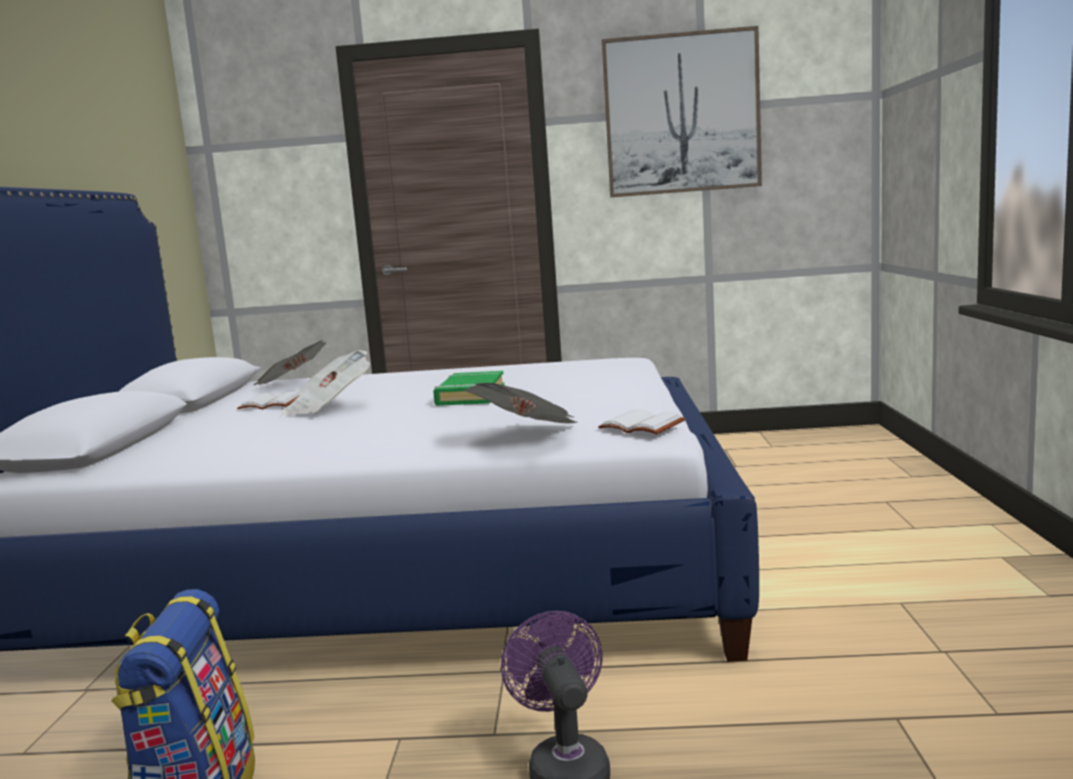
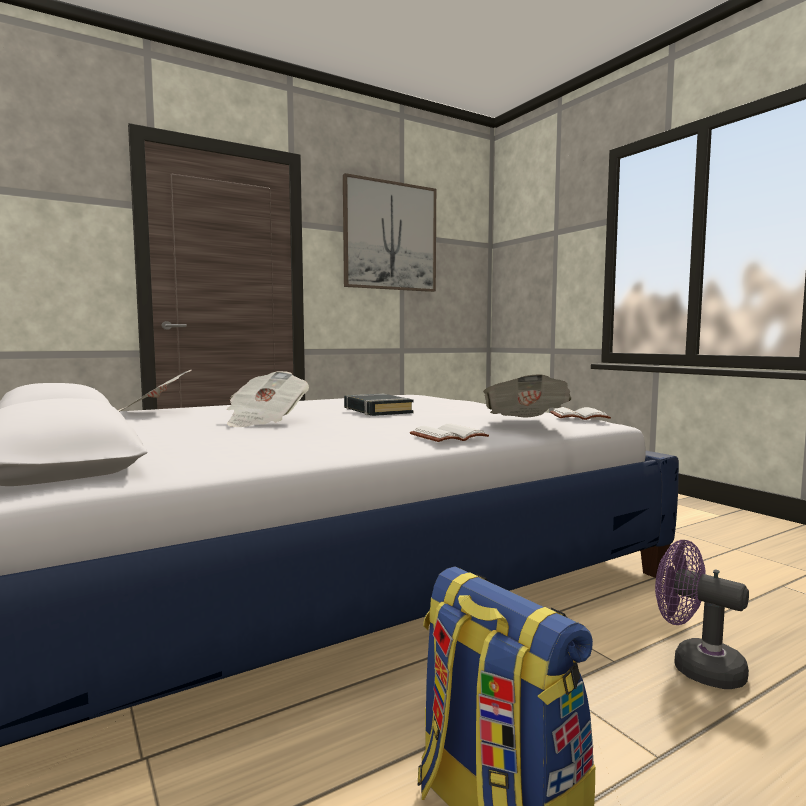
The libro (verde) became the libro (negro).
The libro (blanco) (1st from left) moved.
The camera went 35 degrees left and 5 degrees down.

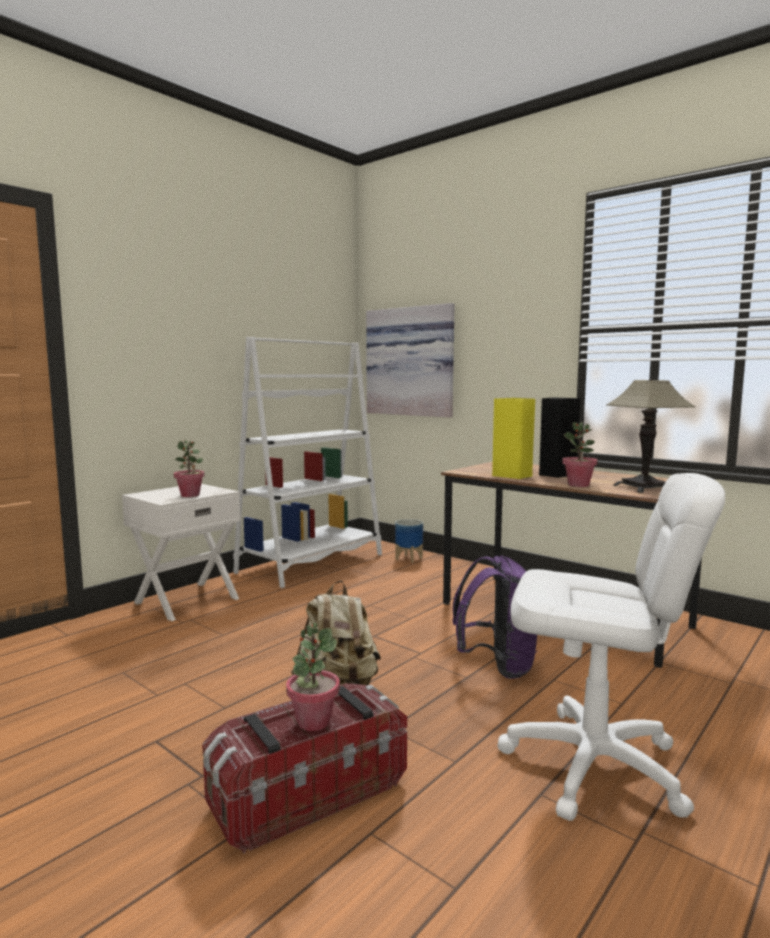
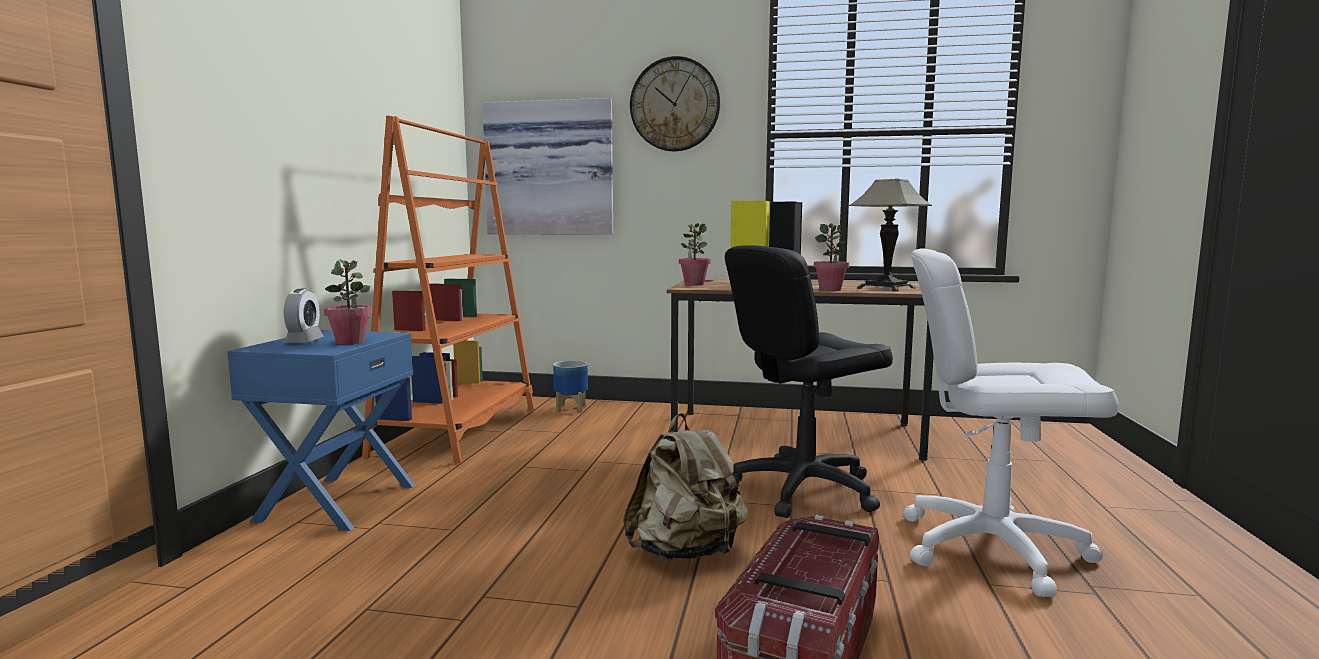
The mesita de noche (blanco) became the mesita de noche (azul).
The despertador appeared.
The estantería (blanco) became the estantería (naranja).
The reloj de pared appeared.
The planta en maceta (2nd from left) moved.
The mochila (morado) was replaced by the silla de oficina (negro).
The silla de oficina (blanco) turned 150 degrees counterclockwise.
The camera went 30 degrees left and 0 degrees up.

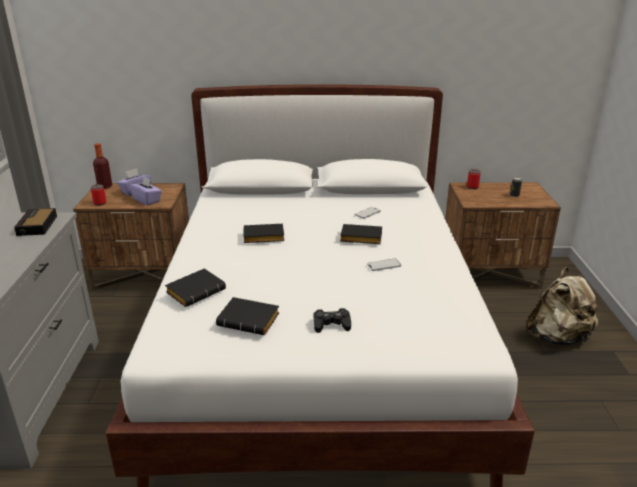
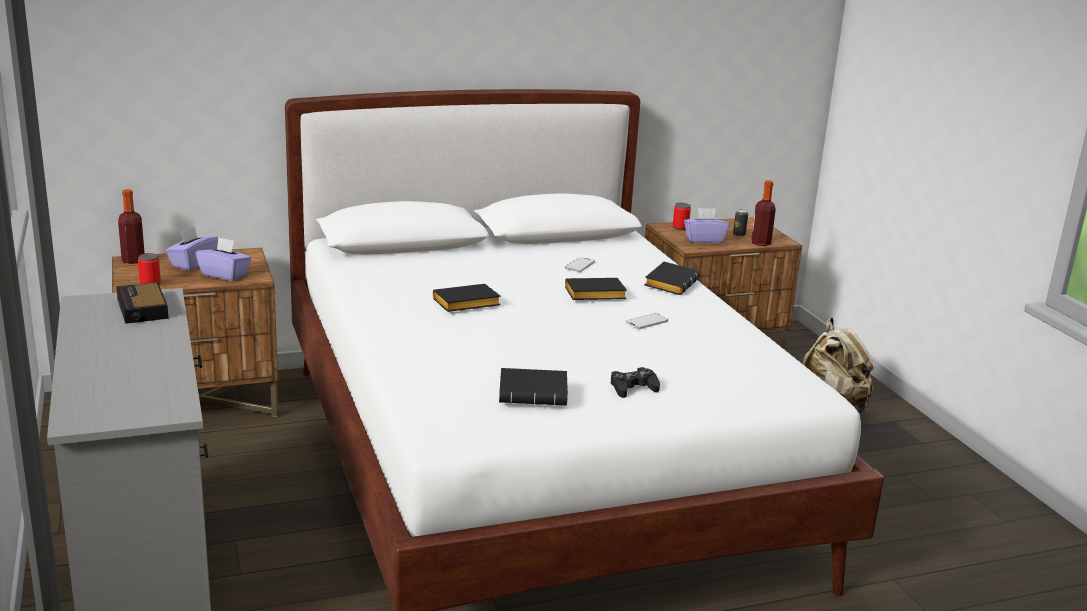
The libro (negro) (1st from left in the first image) moved.
The caja de pañuelos (morado) (3rd from left) appeared.
The botella (2nd from left) appeared.
The camera went 20 degrees left and 5 degrees down.

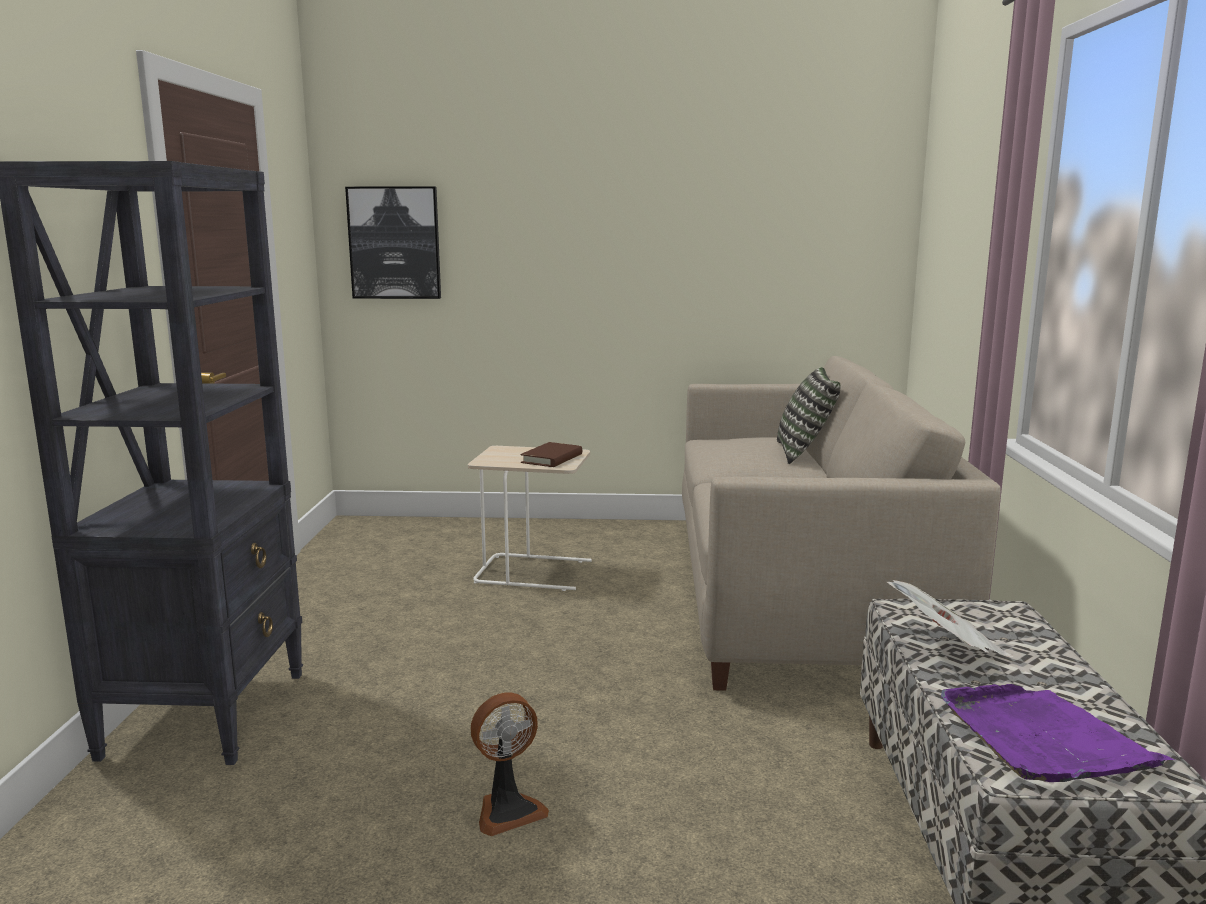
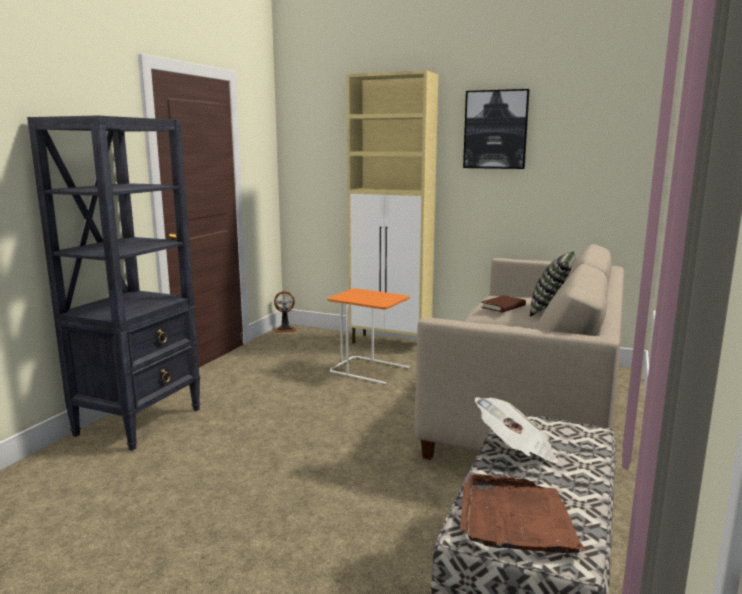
The ventilador moved.
The mesa auxiliar (beis) became the mesa auxiliar (naranja).
The armario (beis) appeared.
The bandeja (morado) became the bandeja (marrón).
The cuadro moved.
The libro (marrón) moved.
The camera went 20 degrees right and 0 degrees up.

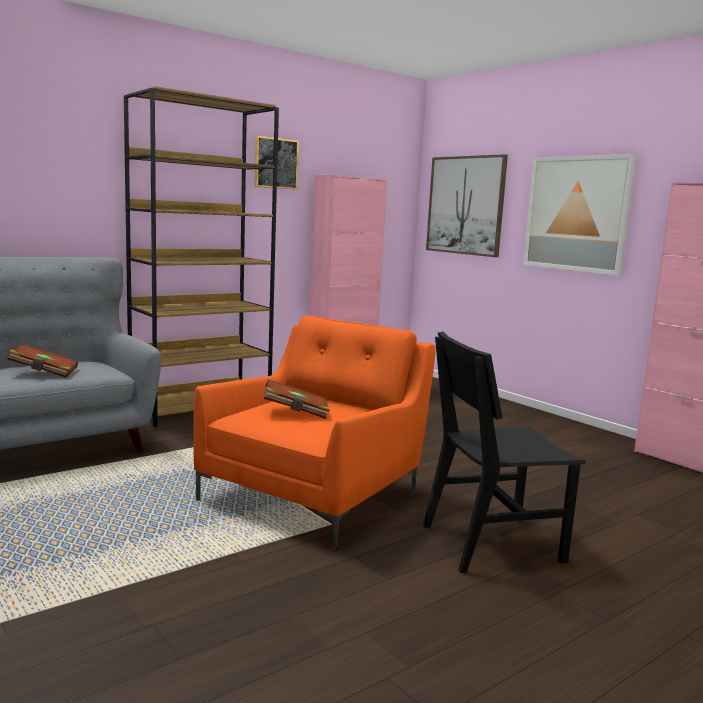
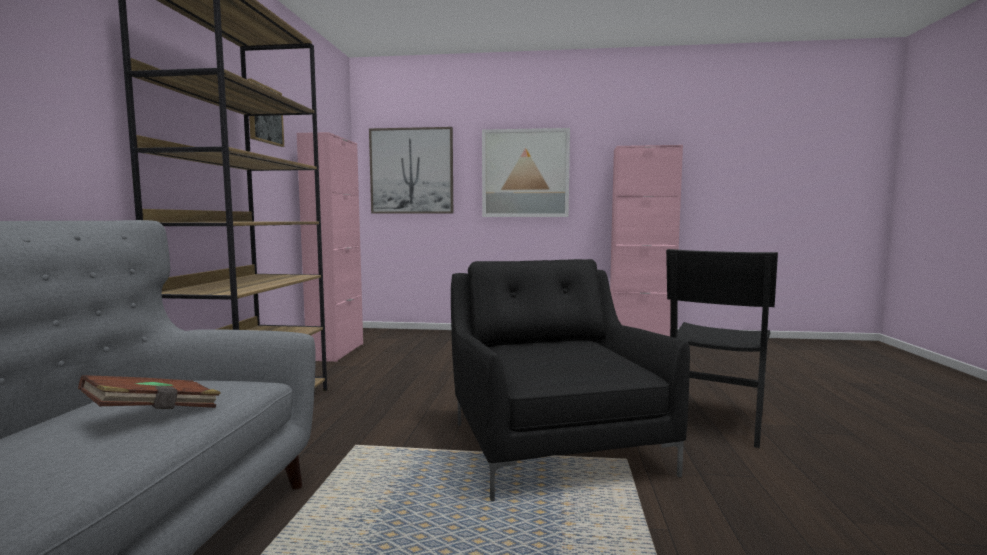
The sillón (naranja) became the sillón (negro).
The libro (marrón) (2nd from left) disappeared.
The camera went 45 degrees left and 5 degrees down.

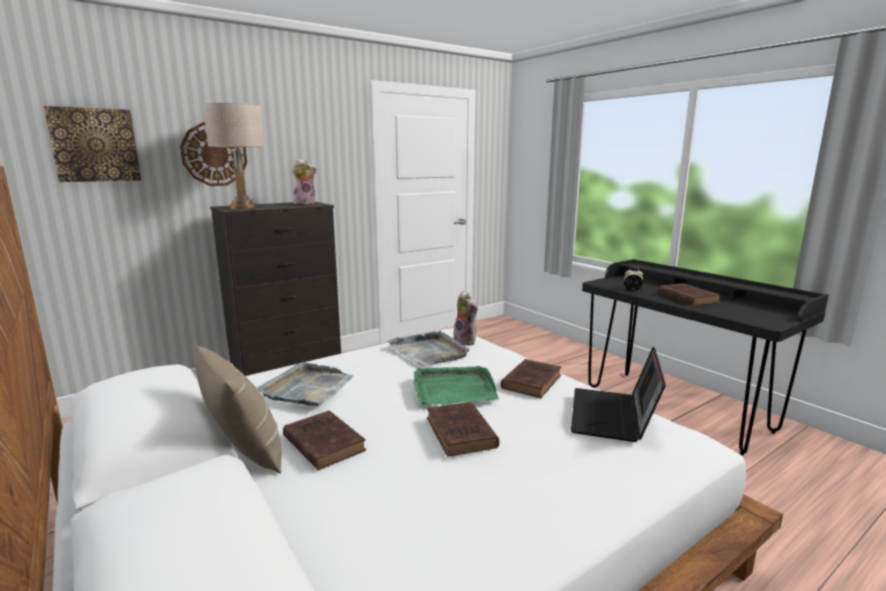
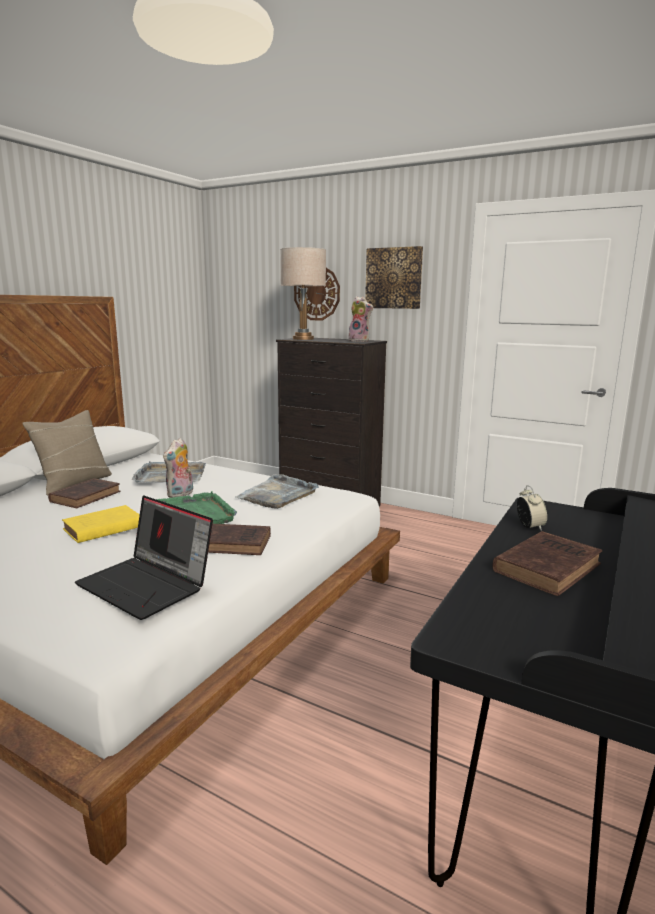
The libro (marrón) (2nd from left) became the libro (amarillo).
The portátil turned 135 degrees counterclockwise.
The peluche (2nd from left in the first image) moved.
The cuadro moved.
The camera went 65 degrees right and 0 degrees up.

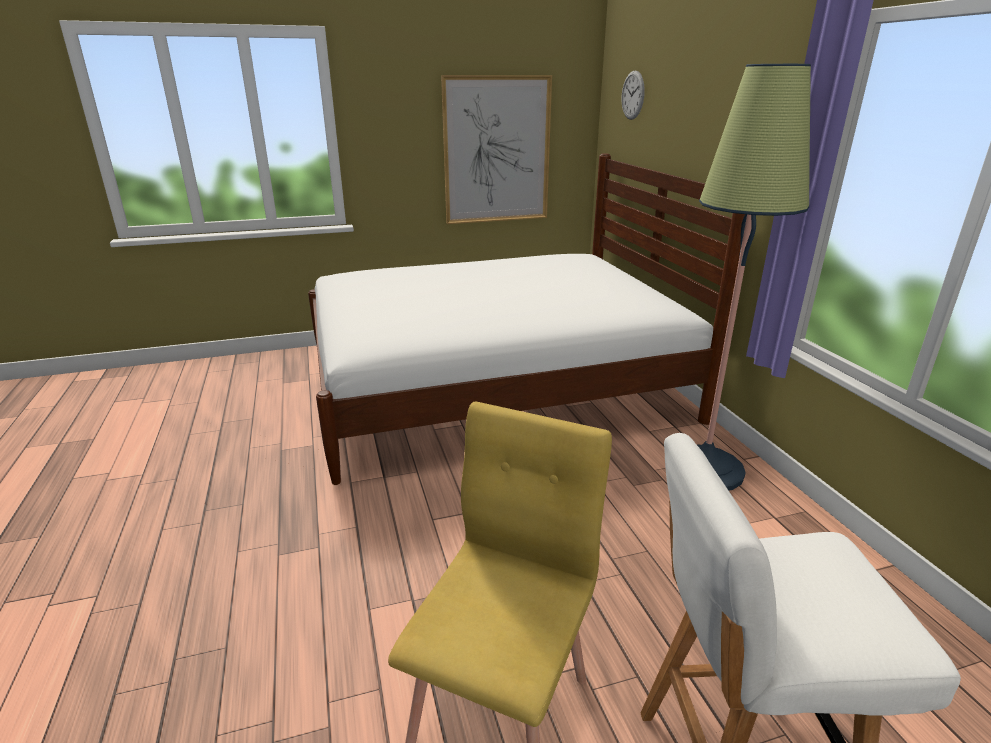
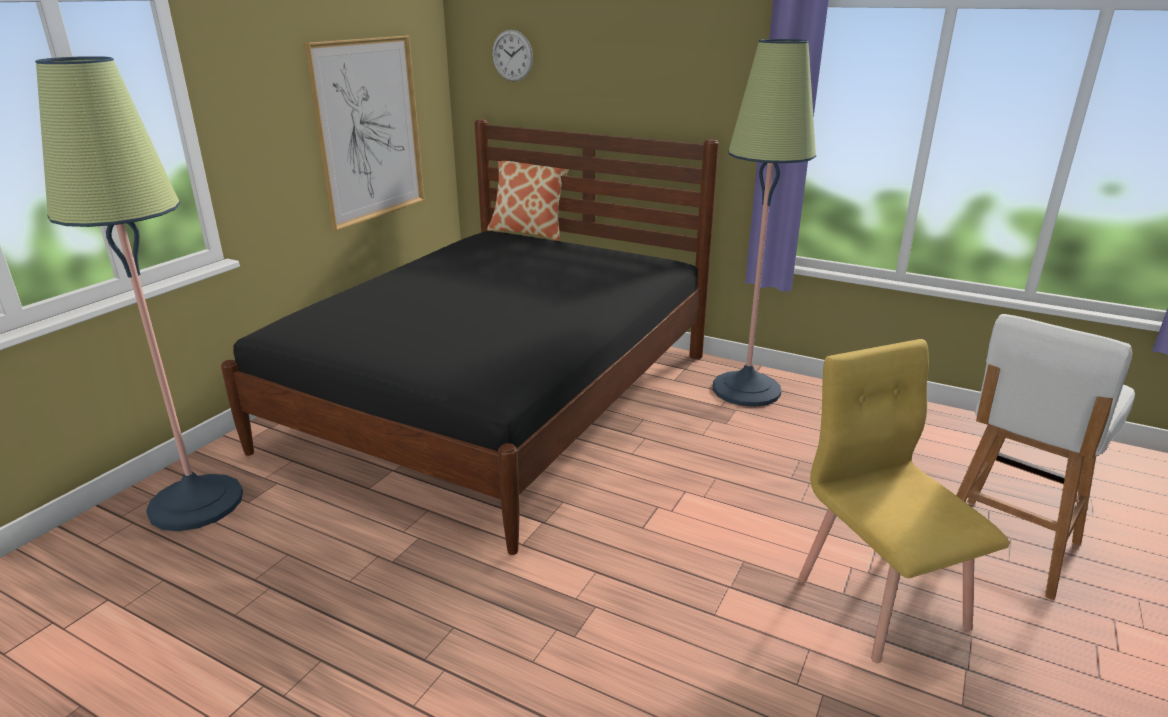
The lámpara de pie (1st from left) appeared.
The cama (blanco) became the cama (negro).
The cojín appeared.
The camera went 45 degrees left and 0 degrees up.

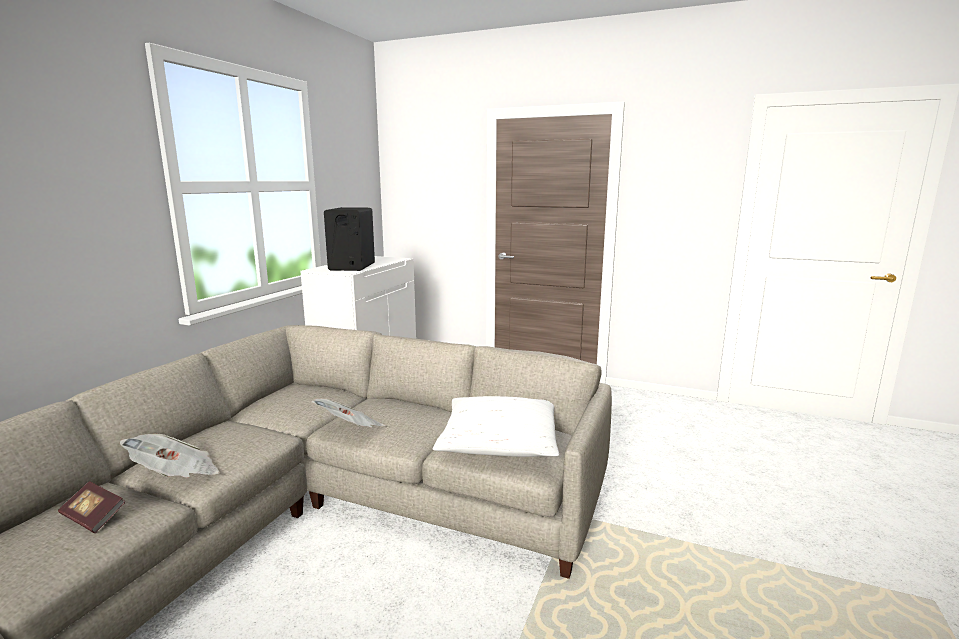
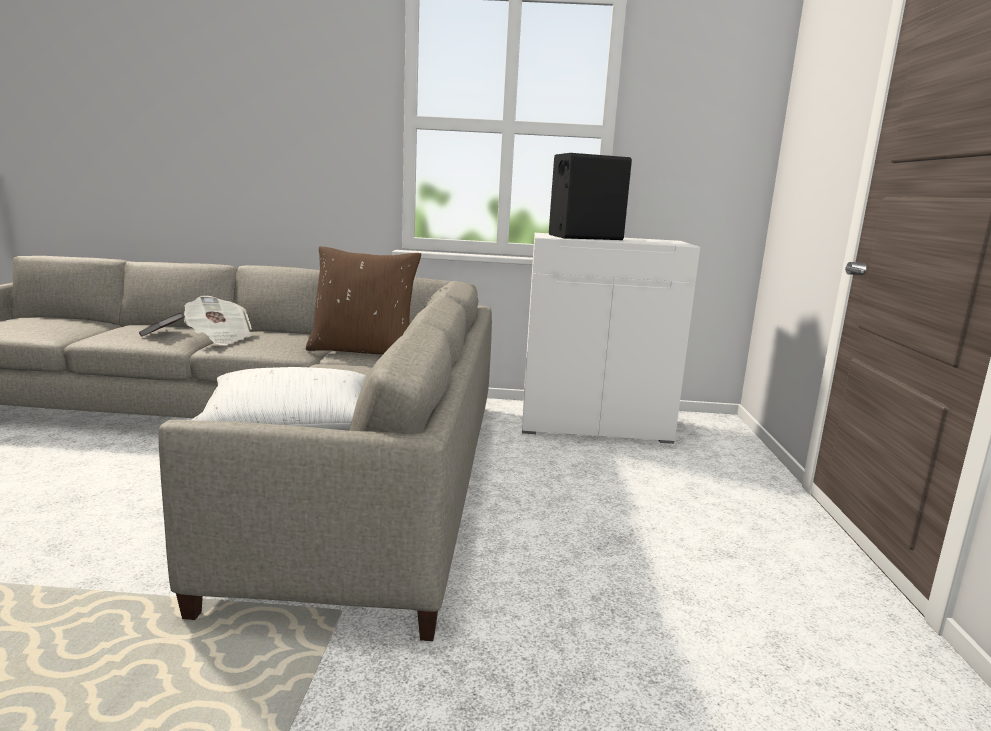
The cojín (marrón) appeared.
The periódico (2nd from left) disappeared.
The camera went 70 degrees right and 0 degrees up.

